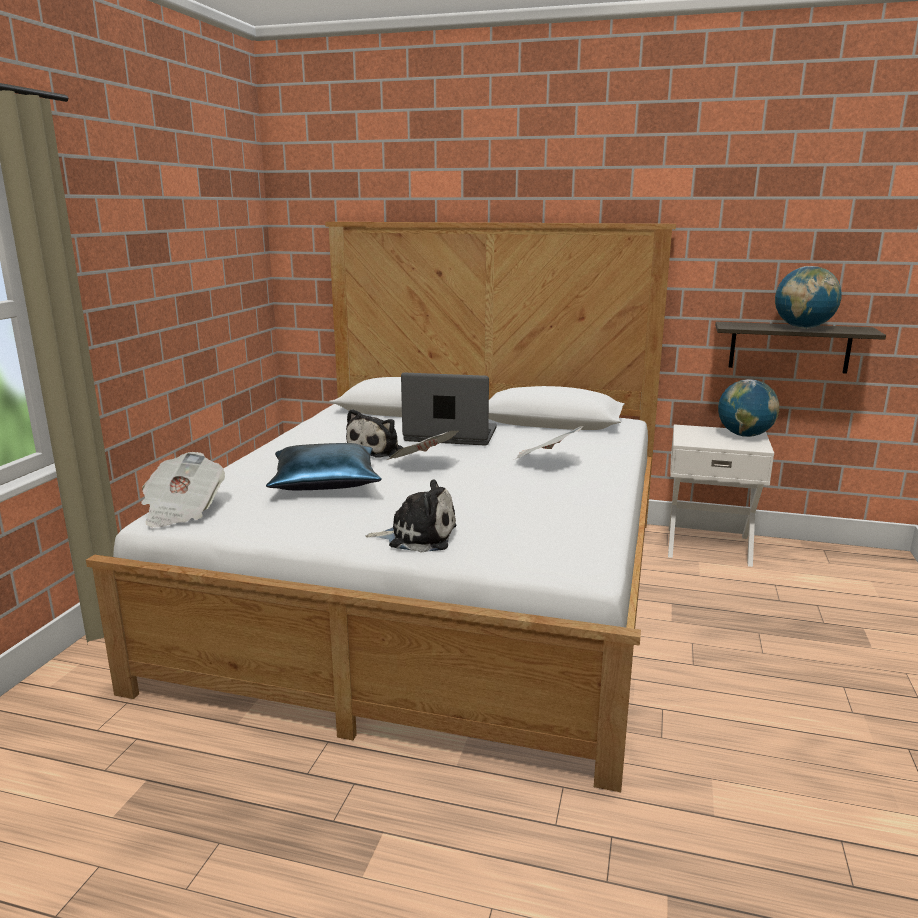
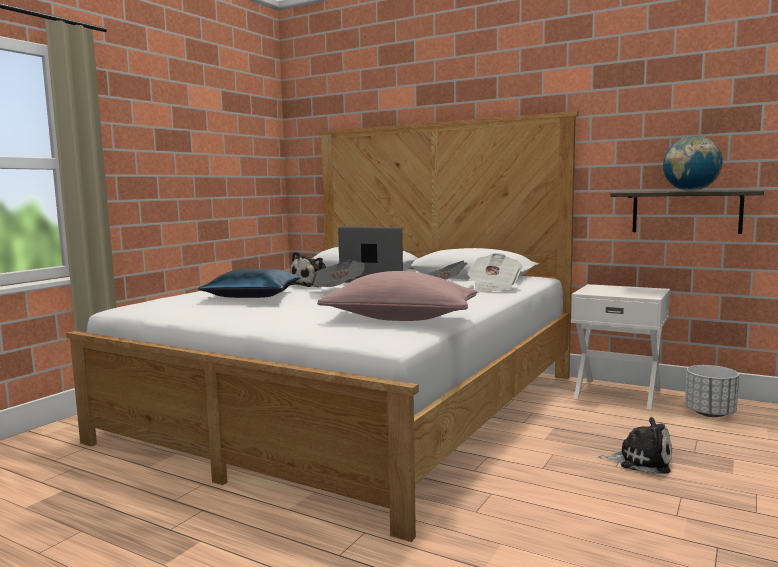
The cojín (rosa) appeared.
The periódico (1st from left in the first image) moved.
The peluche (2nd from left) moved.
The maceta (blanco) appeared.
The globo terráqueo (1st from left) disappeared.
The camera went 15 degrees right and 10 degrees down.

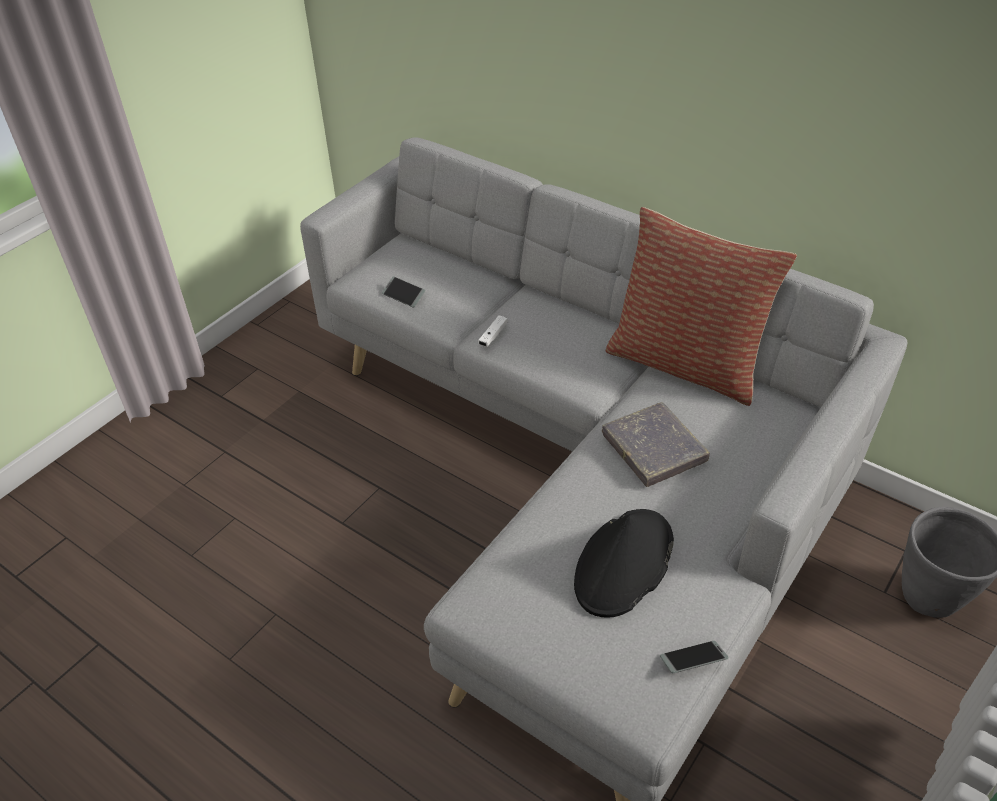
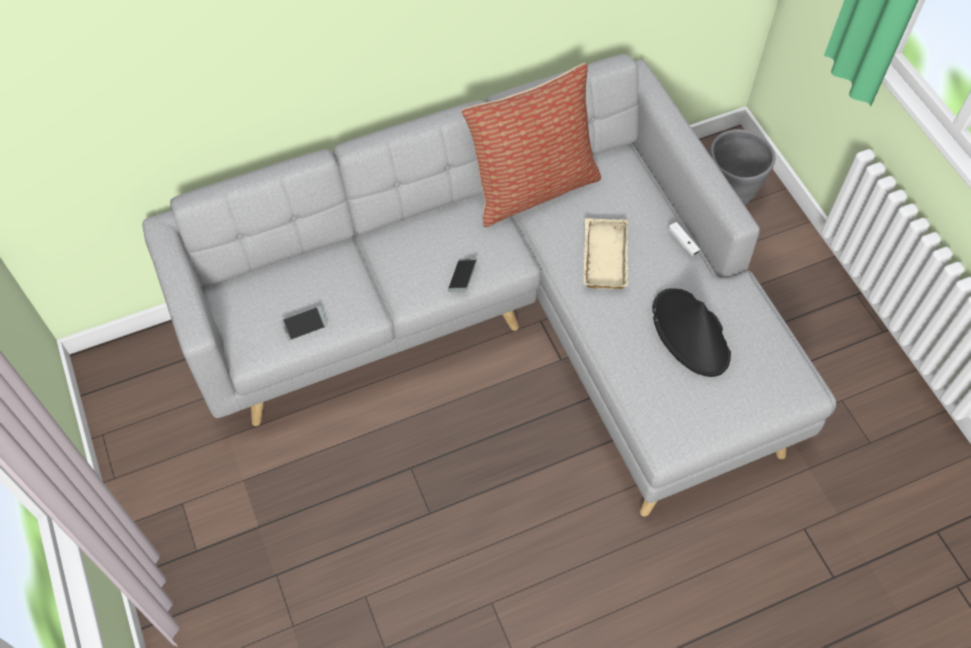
The móvil (2nd from left) moved.
The libro (gris) was replaced by the bandeja (beis).
The mando de consola (blanco) moved.
The camera went 60 degrees left and 15 degrees up.

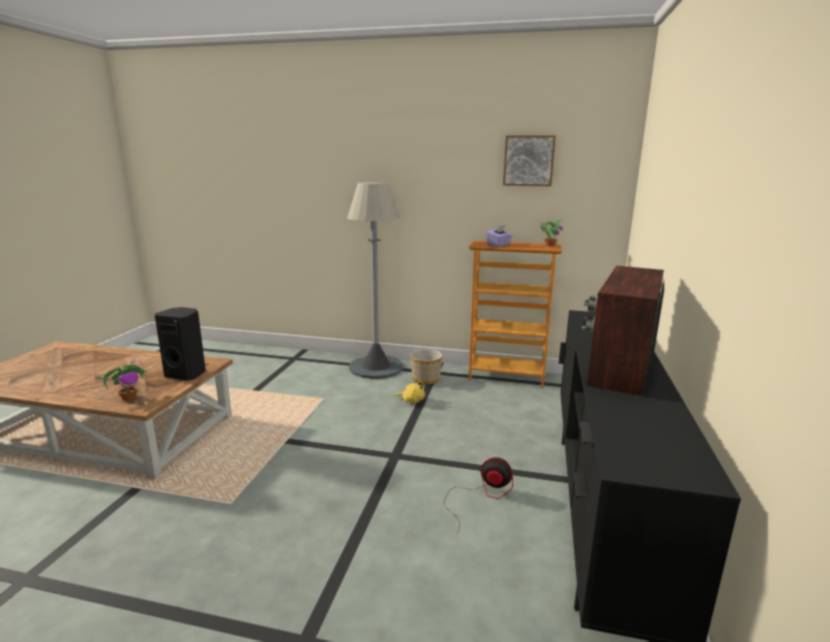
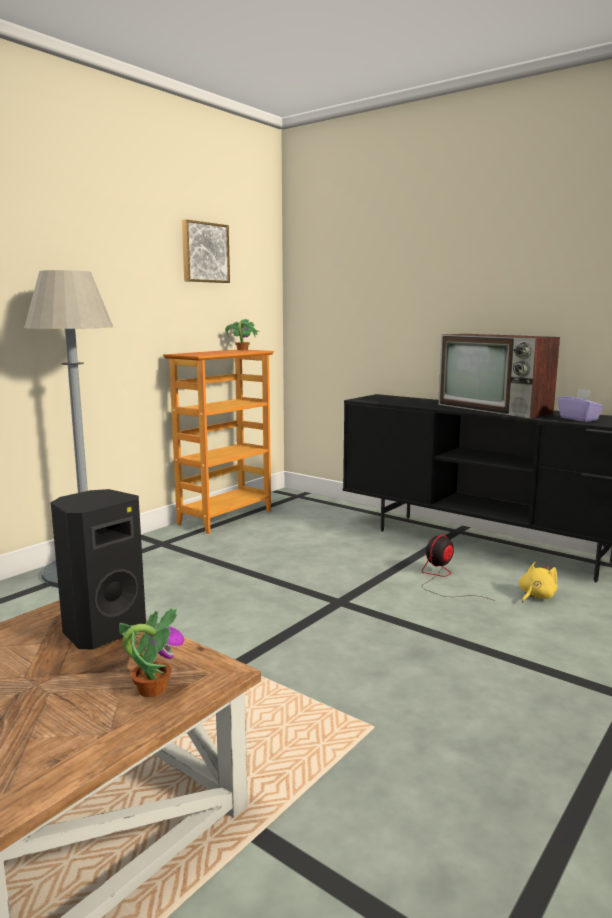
The peluche (amarillo) moved.
The caja de pañuelos (morado) moved.
The maceta disappeared.
The camera went 65 degrees left and 5 degrees down.

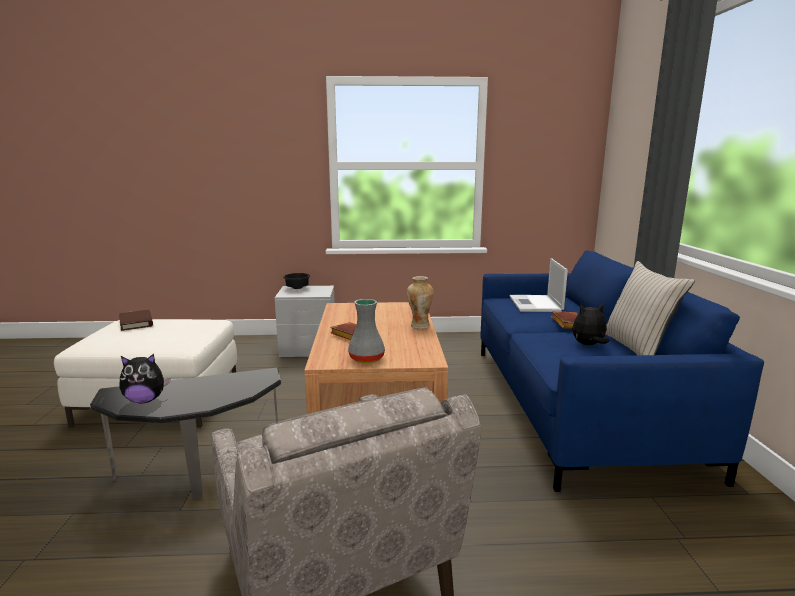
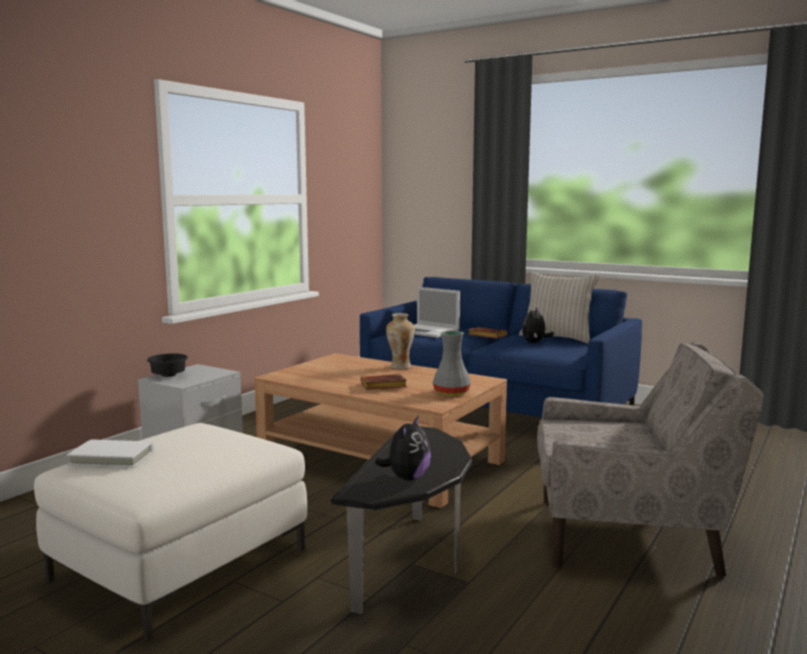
The libro (marrón) (1st from left) became the libro (blanco).
The camera went 55 degrees left and 5 degrees down.

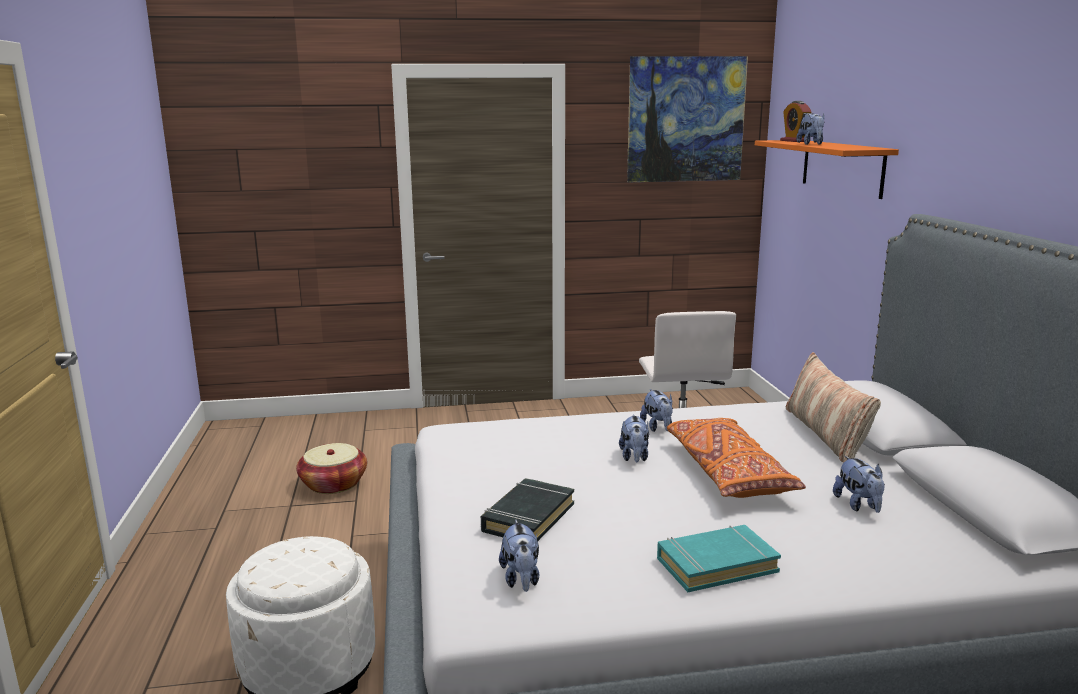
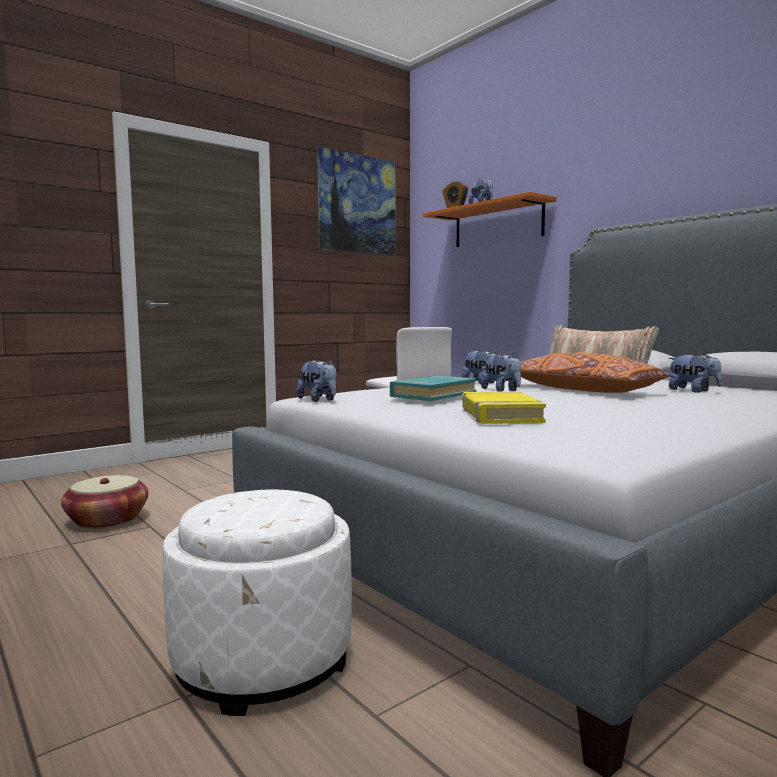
The peluche (1st from left) moved.
The libro (turquesa) moved.
The libro (negro) became the libro (amarillo).
The camera went 30 degrees left and 10 degrees down.

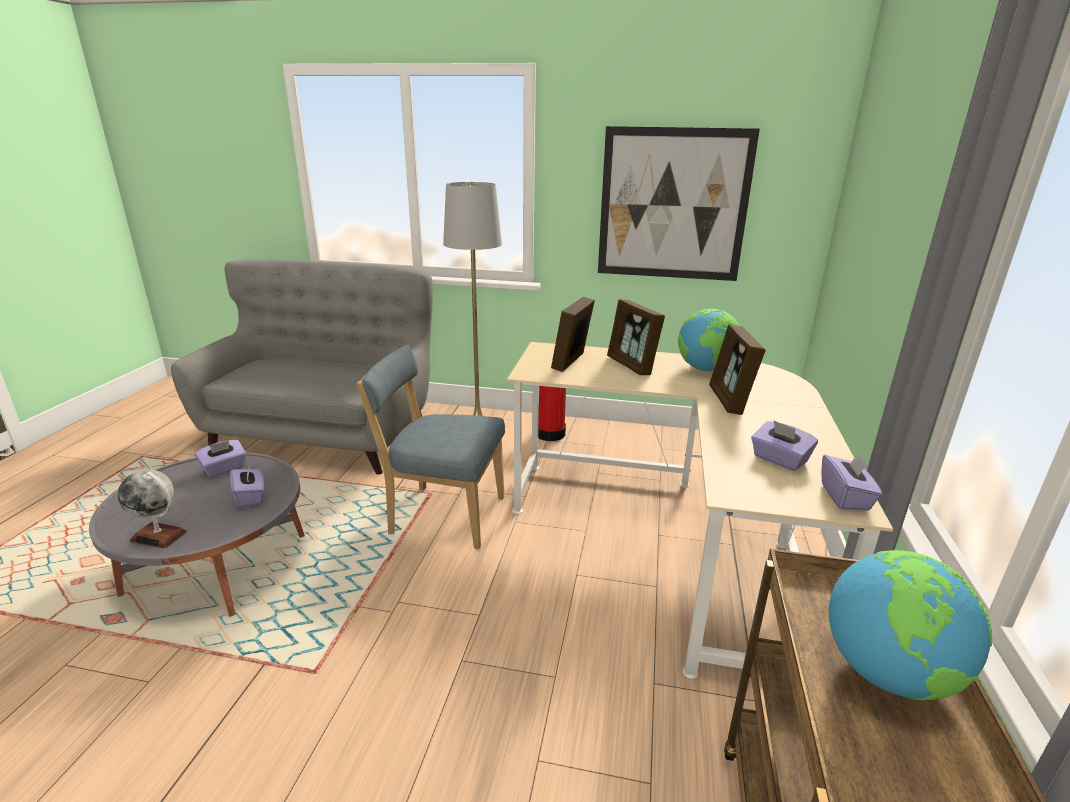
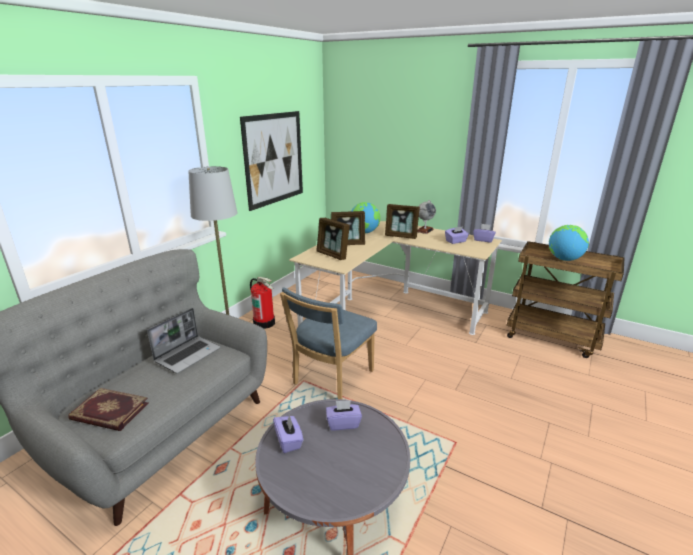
The libro appeared.
The portátil appeared.
The globo terráqueo (1st from left in the first image) moved.
The camera went 70 degrees left and 0 degrees up.

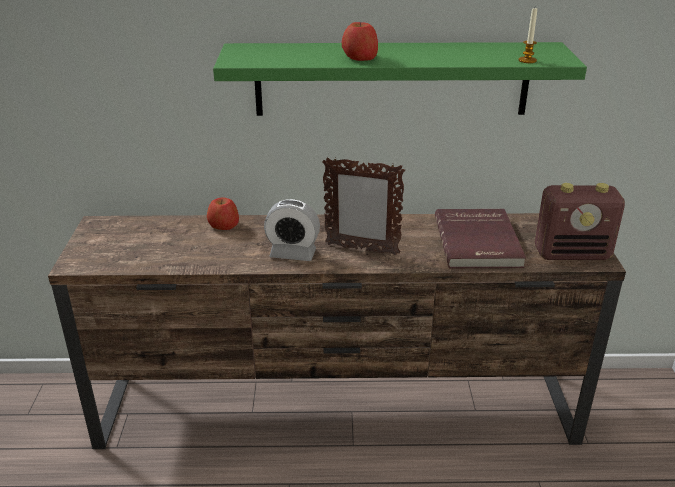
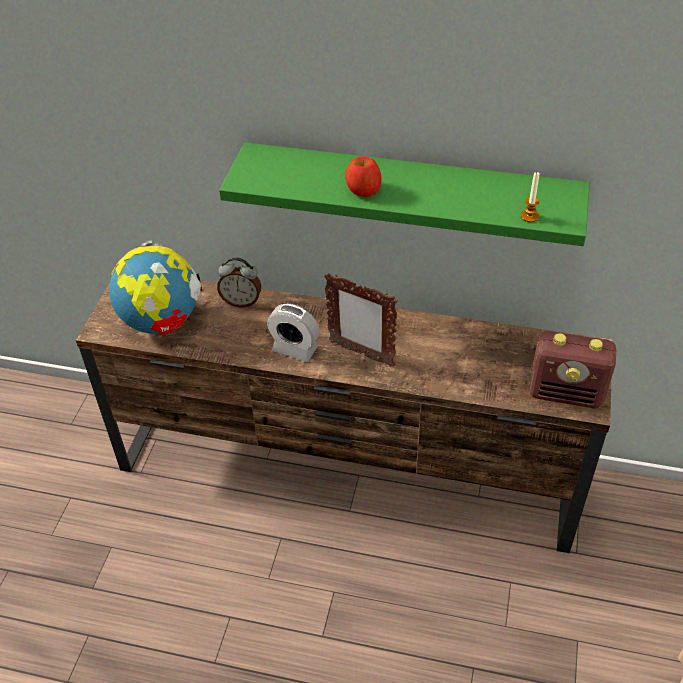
The globo terráqueo appeared.
The manzana (1st from left) was replaced by the despertador (1st from left).
The libro (rojo) disappeared.
The camera went 15 degrees right and 15 degrees up.

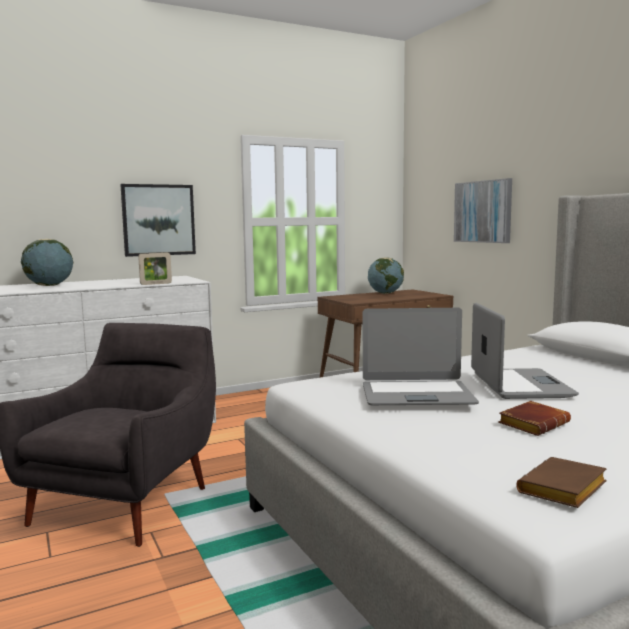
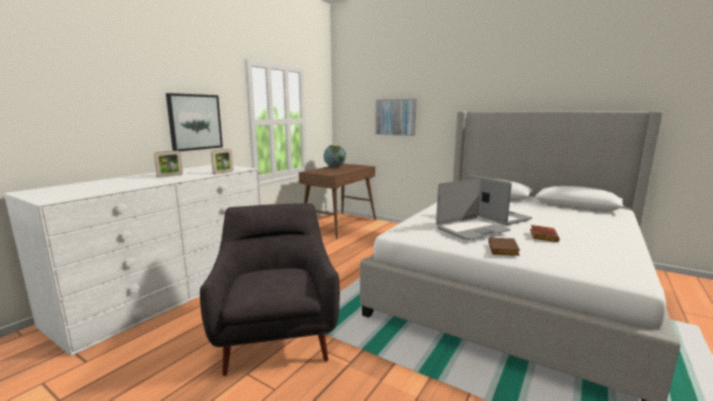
The portarretratos (1st from left) appeared.
The libro (marrón) (2nd from left in the first image) moved.
The globo terráqueo (1st from left) disappeared.
The camera went 30 degrees left and 5 degrees up.

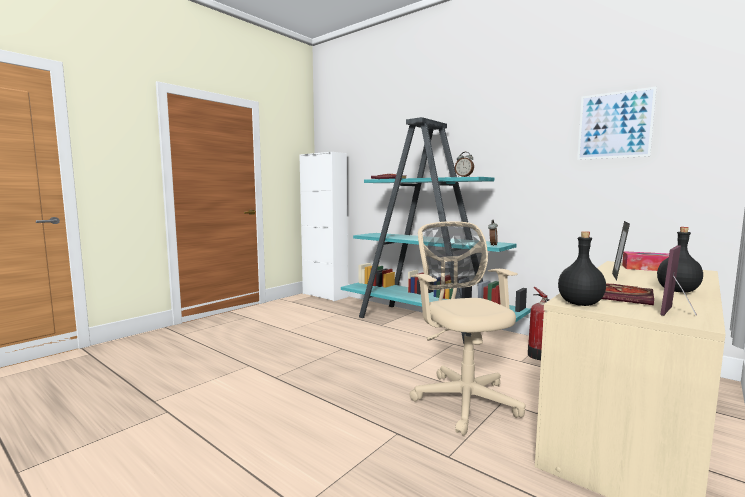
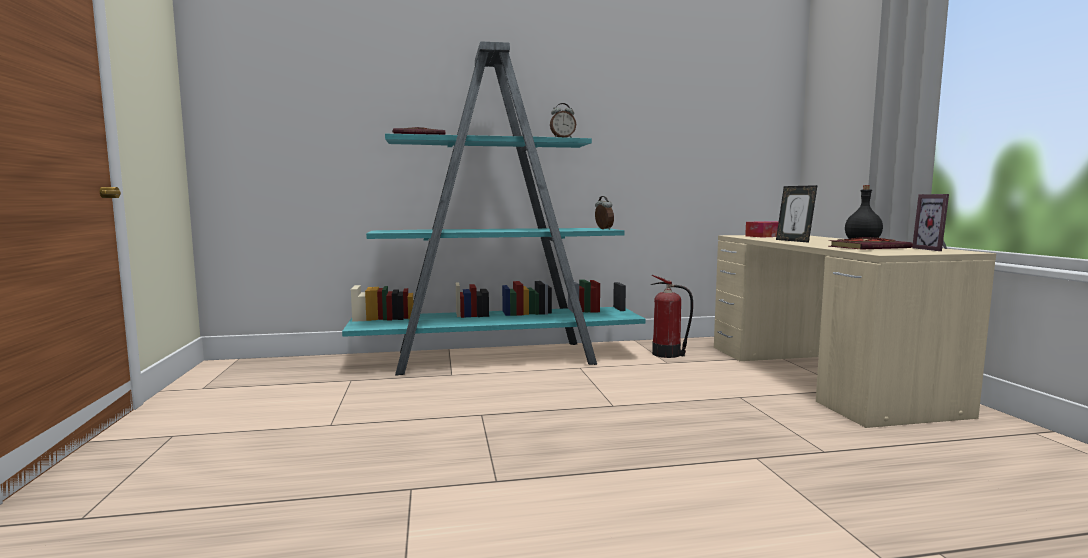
The armario (blanco) disappeared.
The silla de oficina (beis) disappeared.
The botella (negro) (1st from left) disappeared.
The cuadro disappeared.
The camera went 50 degrees left and 0 degrees up.

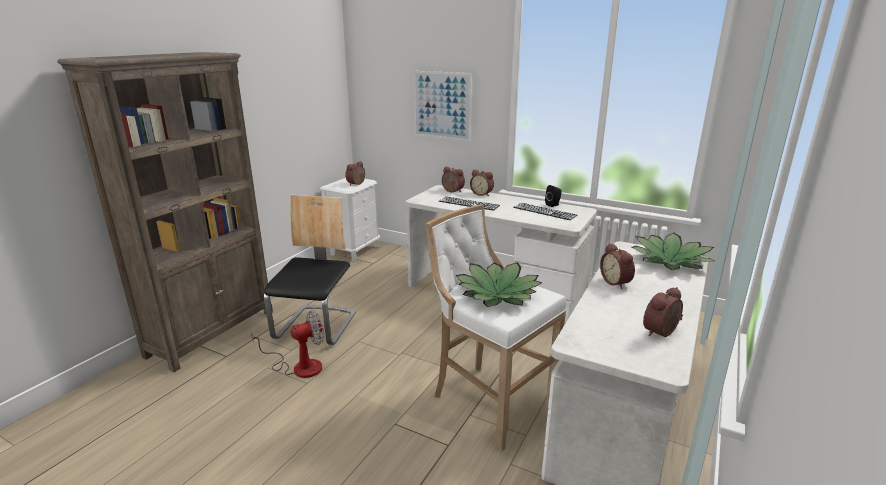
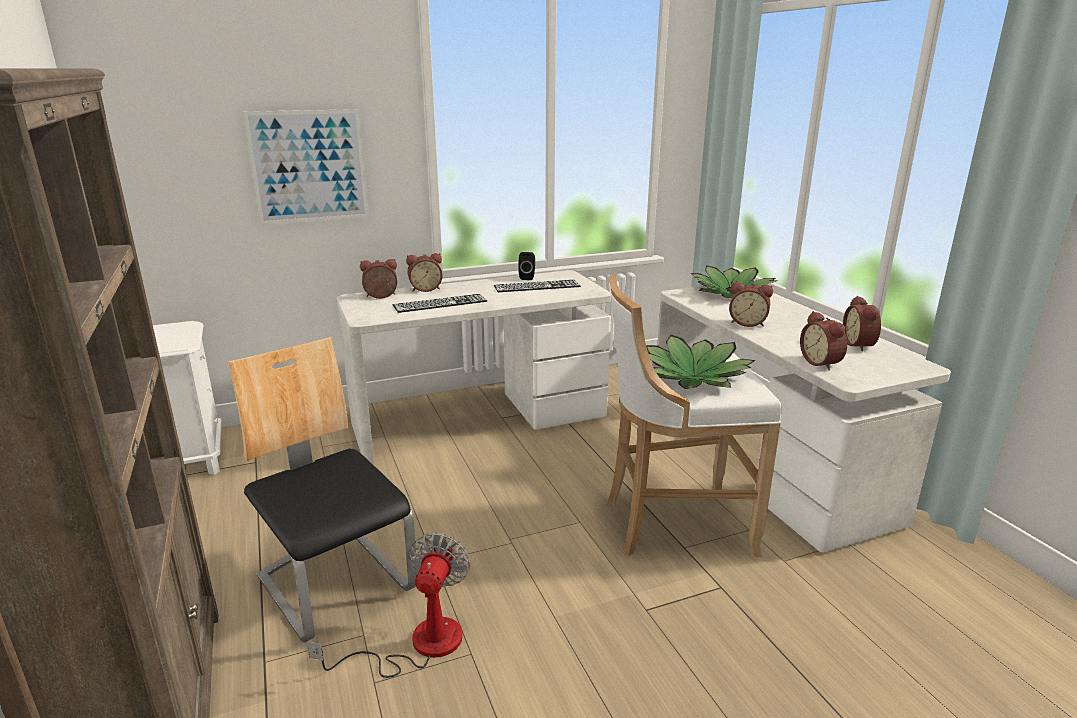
The despertador (1st from left in the first image) moved.
The camera went 50 degrees left and 0 degrees up.

